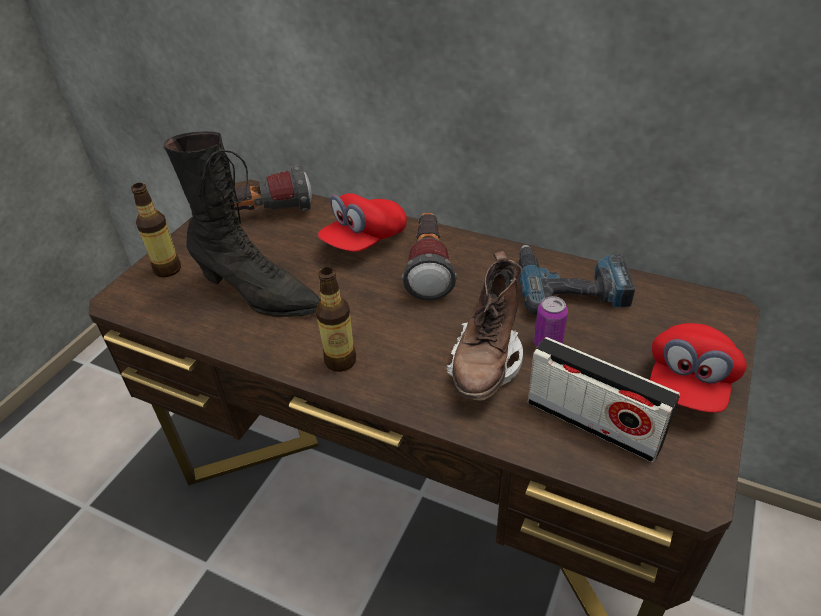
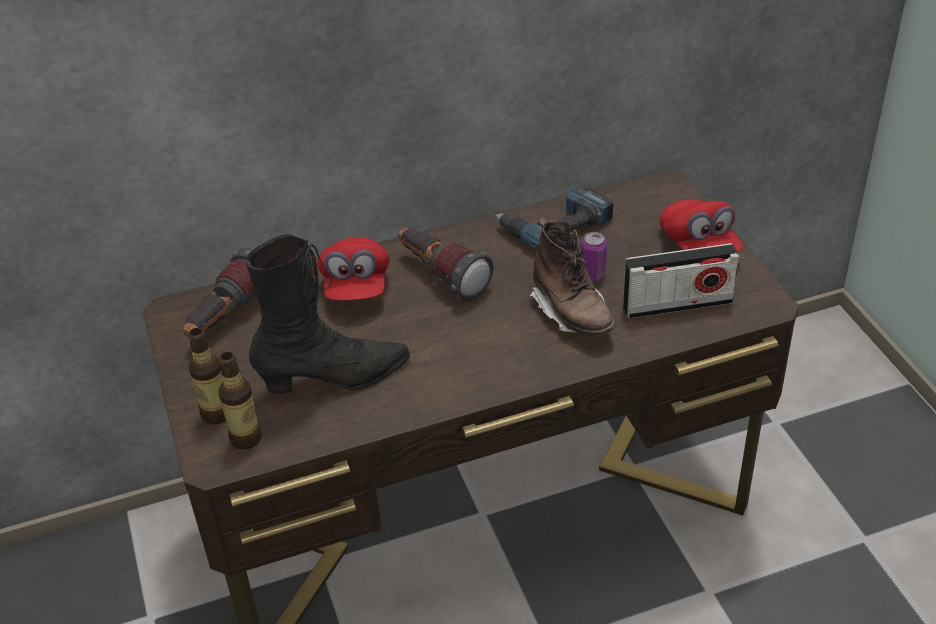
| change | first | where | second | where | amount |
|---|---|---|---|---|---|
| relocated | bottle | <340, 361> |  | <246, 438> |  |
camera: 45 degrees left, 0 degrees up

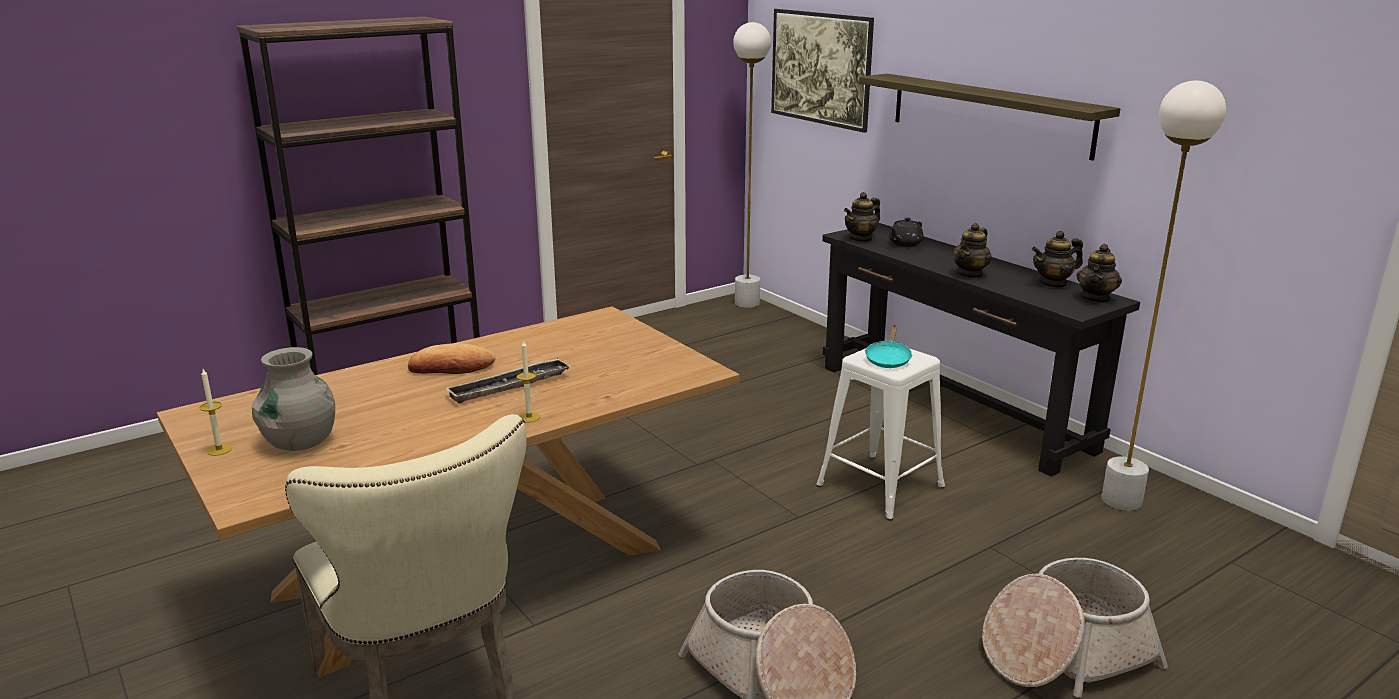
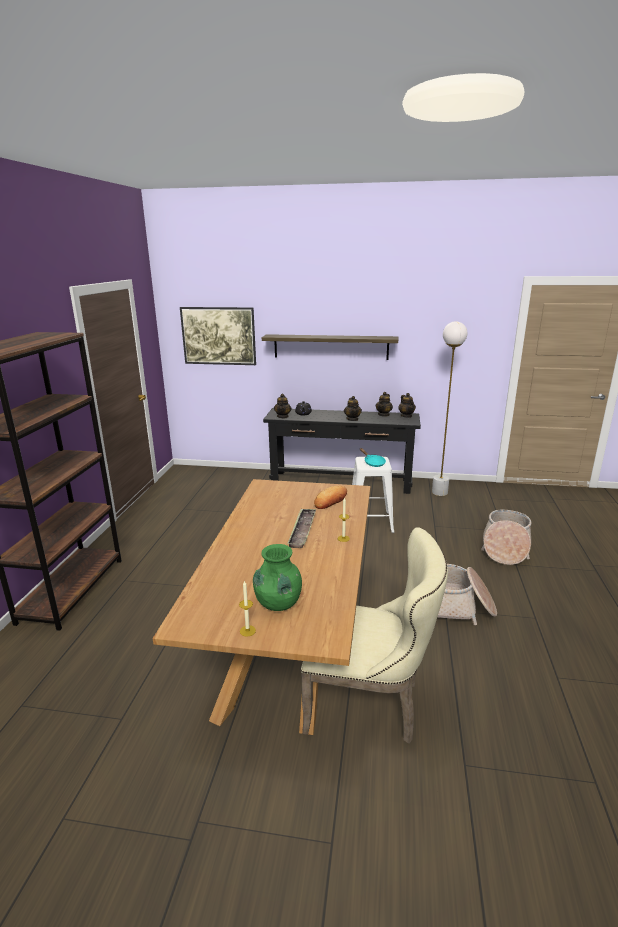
| change | first | where | second | where | amount |
|---|---|---|---|---|---|
| colour | grey vase | <300, 442> | green vase | <278, 603> |  |
| relocated | bread | <451, 367> |  | <331, 500> |  |
| missing | white floor lamp | <747, 303> |  |  |  |
camera: 45 degrees left, 0 degrees up

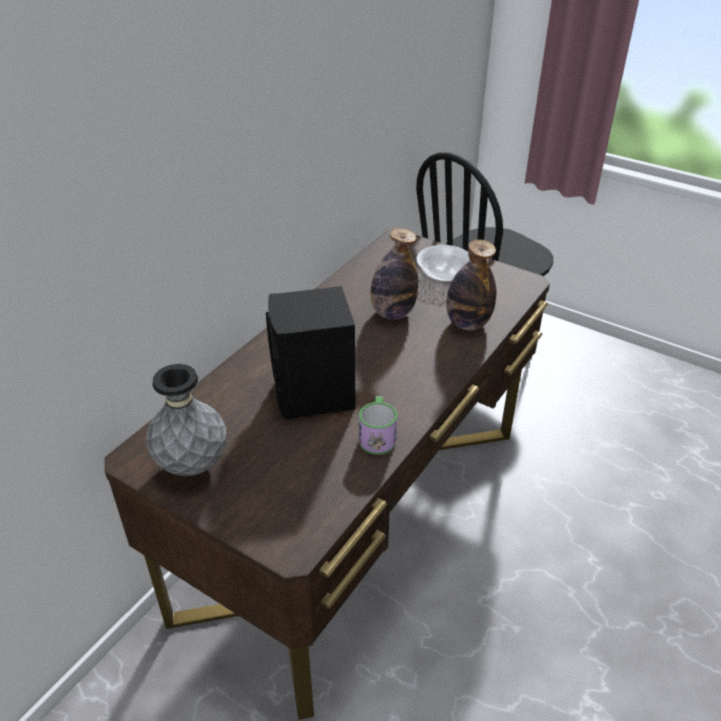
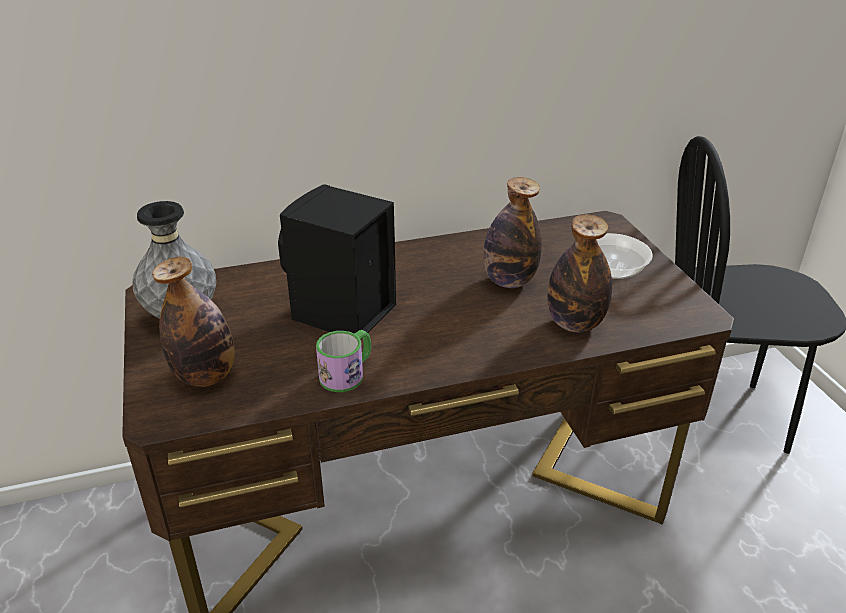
| change | first | where | second | where | amount |
|---|---|---|---|---|---|
| appeared |  |  | bottle | <205, 376> |  |
camera: 40 degrees right, 5 degrees down

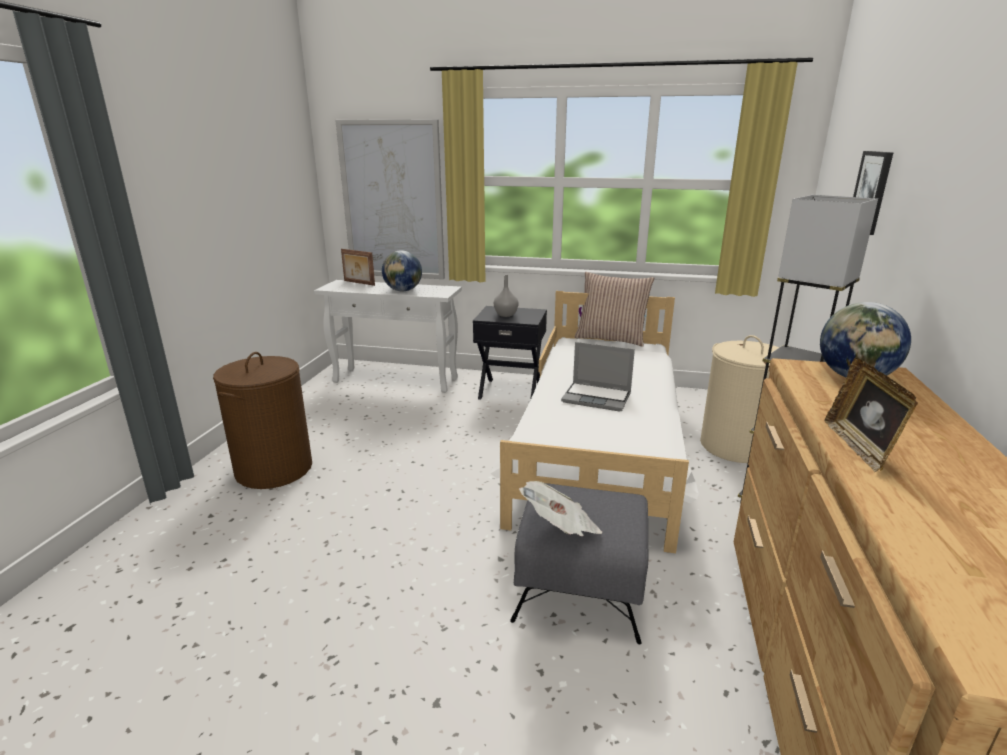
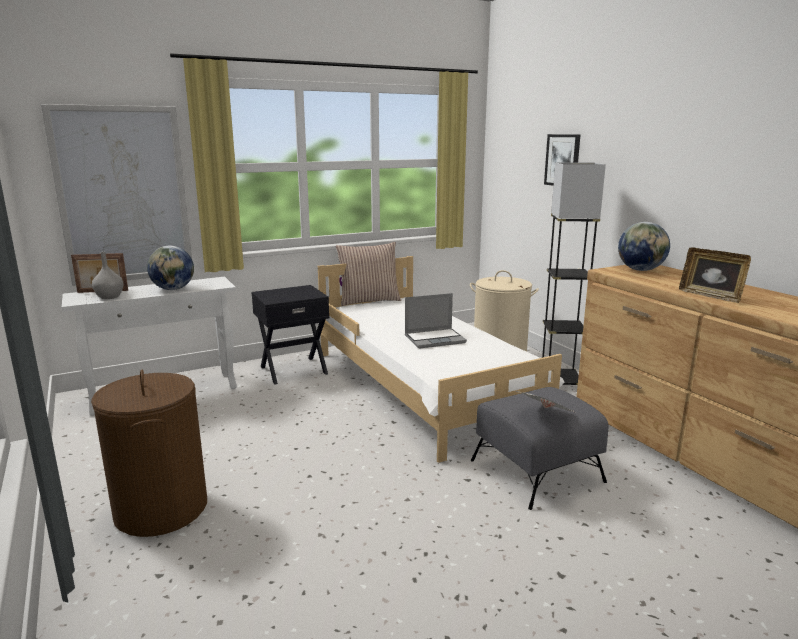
| change | first | where | second | where | amount |
|---|---|---|---|---|---|
| relocated | grey vase | <506, 315> |  | <110, 297> |  |
camera: 40 degrees left, 5 degrees down

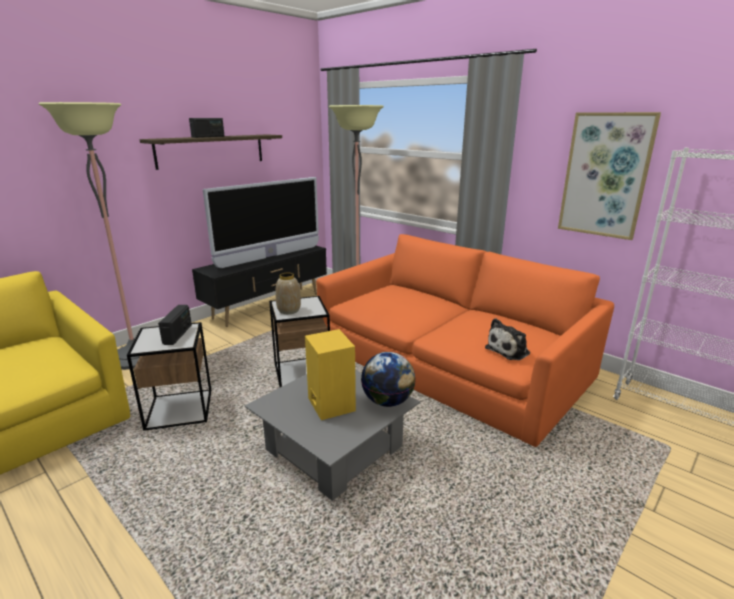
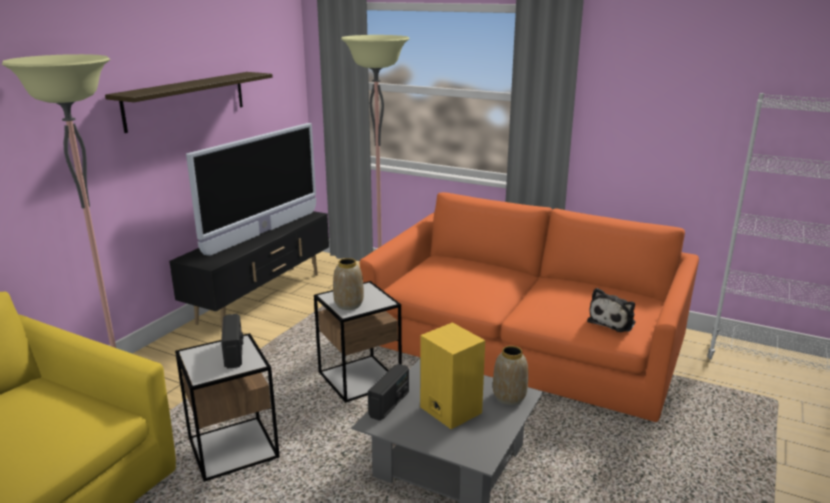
| change | first | where | second | where | amount |
|---|---|---|---|---|---|
| relocated | radio | <208, 137> |  | <389, 404> |  |
| exchanged | globe | <387, 402> | vase | <509, 397> |  |
| missing | picture | <605, 175> |  |  |  |
camera: 15 degrees left, 0 degrees up

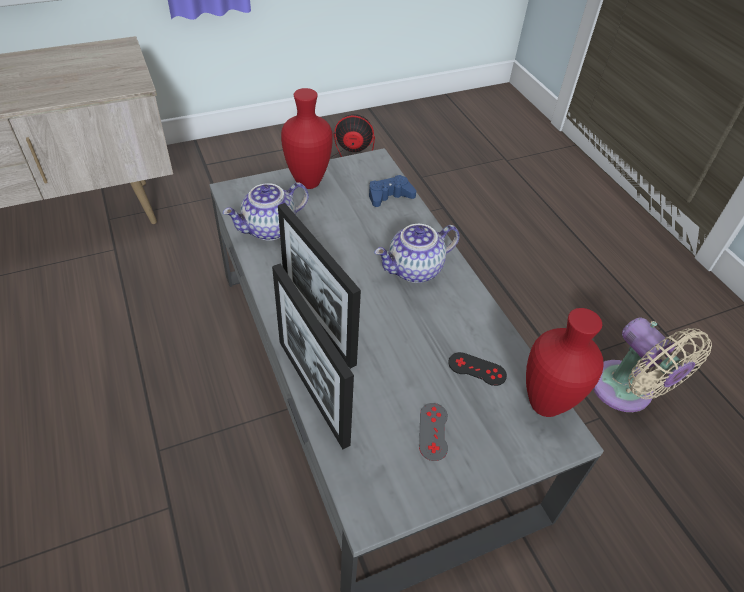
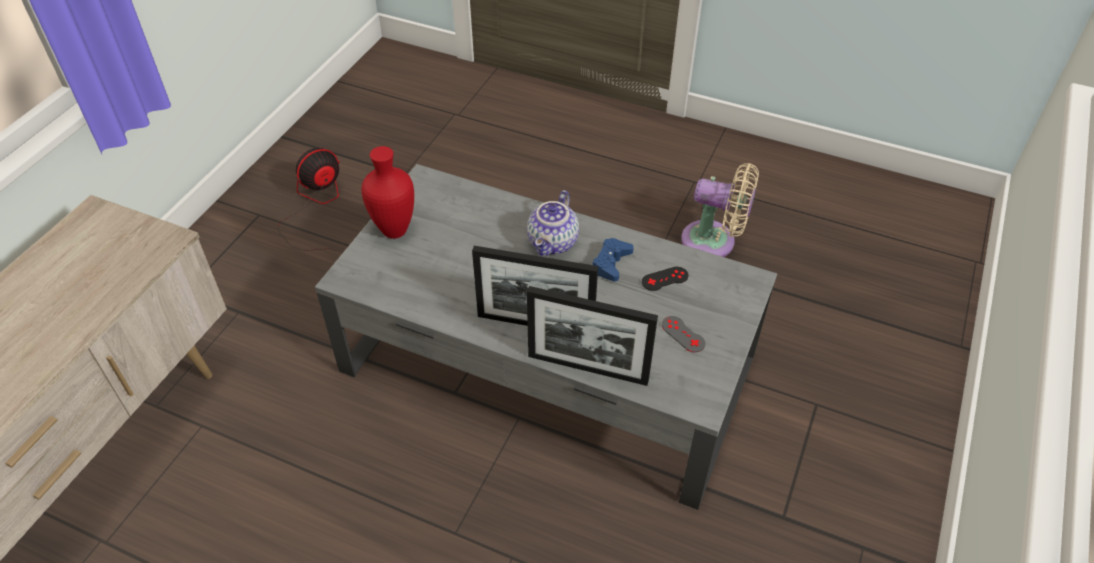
| change | first | where | second | where | amount |
|---|---|---|---|---|---|
| relocated | blue game controller | <389, 196> |  | <611, 263> |  |
| missing | teapot | <269, 229> |  |  |  |
| missing | red vase | <547, 404> |  |  |  |
camera: 40 degrees left, 0 degrees up

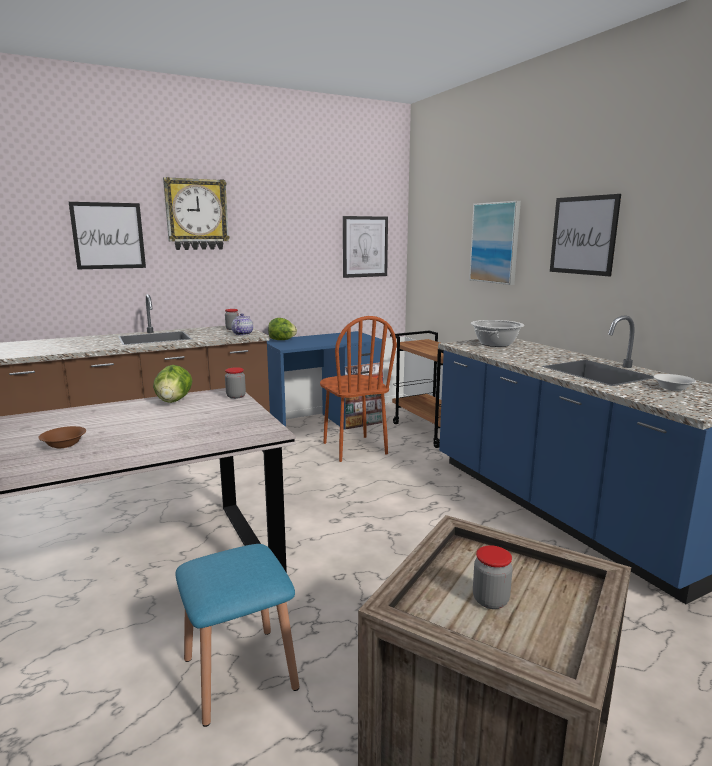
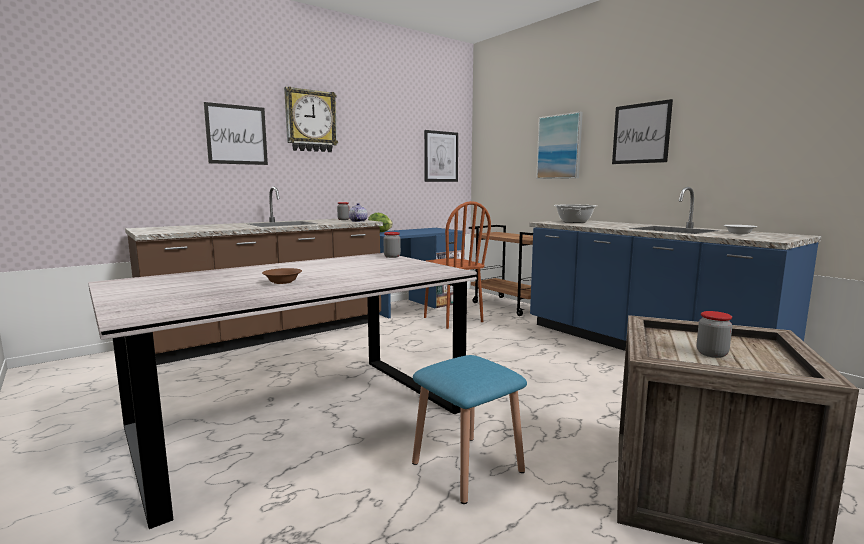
| change | first | where | second | where | amount |
|---|---|---|---|---|---|
| missing | lettuce | <174, 401> |  |  |  |
camera: 10 degrees left, 5 degrees down

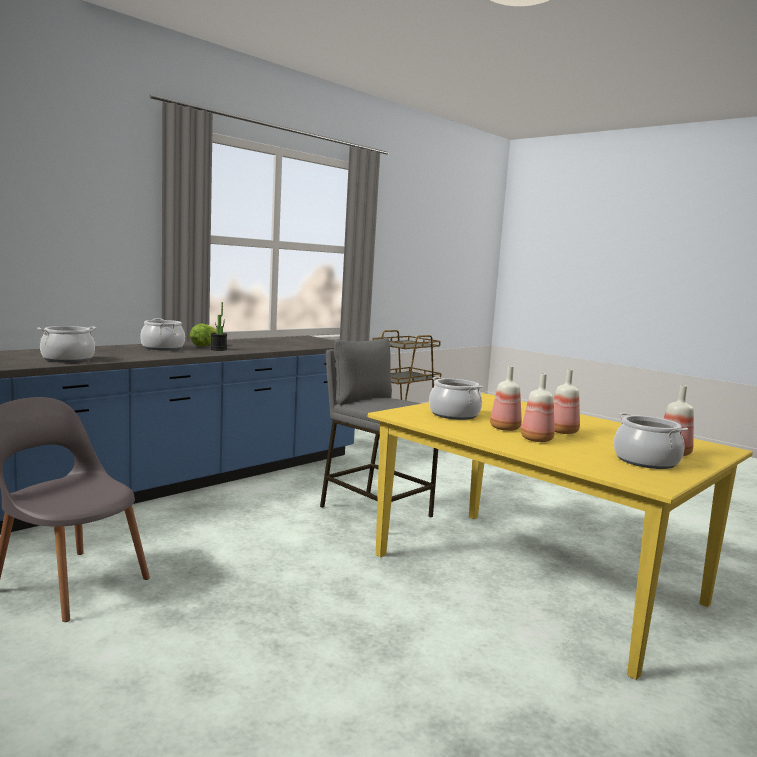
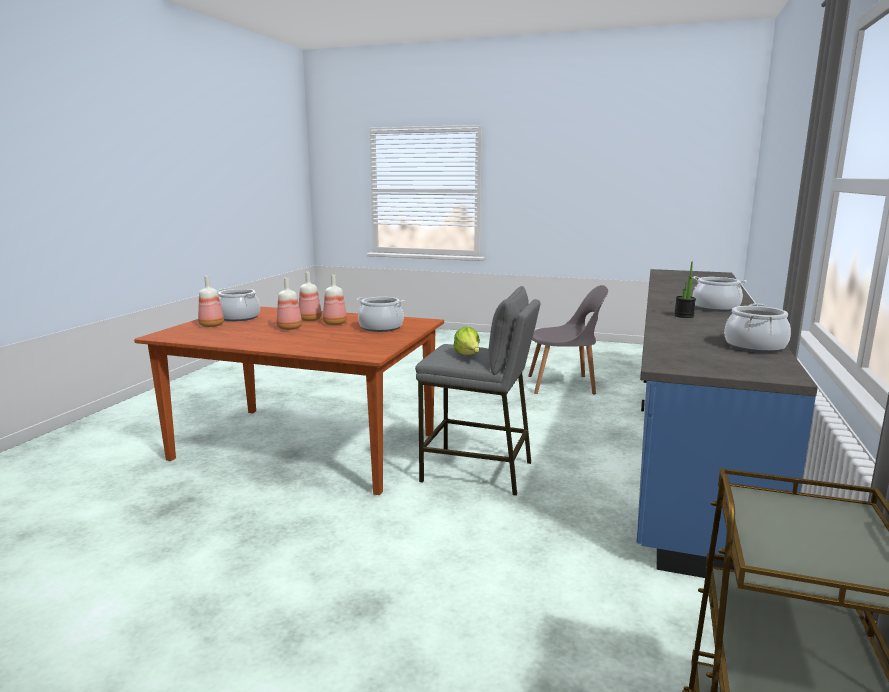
| change | first | where | second | where | amount |
|---|---|---|---|---|---|
| colour | yellow dining table | <536, 578> | brown dining table | <304, 447> |  |
| relocated | lettuce | <205, 345> |  | <468, 356> |  |
| relocated | cooking pot | <68, 359> |  | <755, 347> |  |
camera: 155 degrees right, 5 degrees up

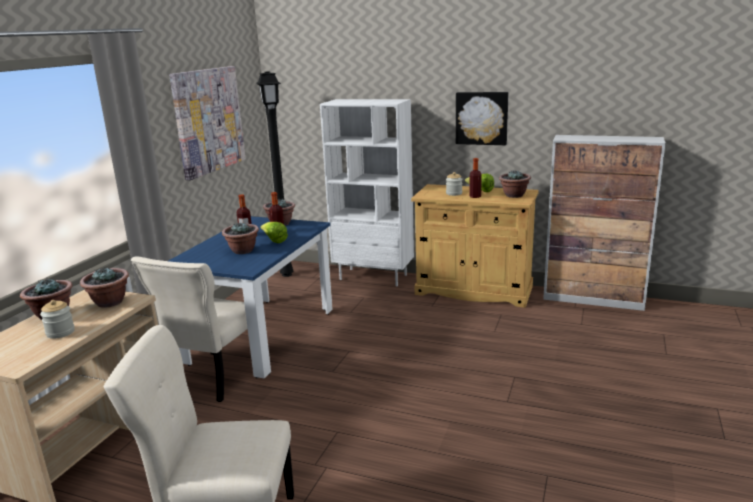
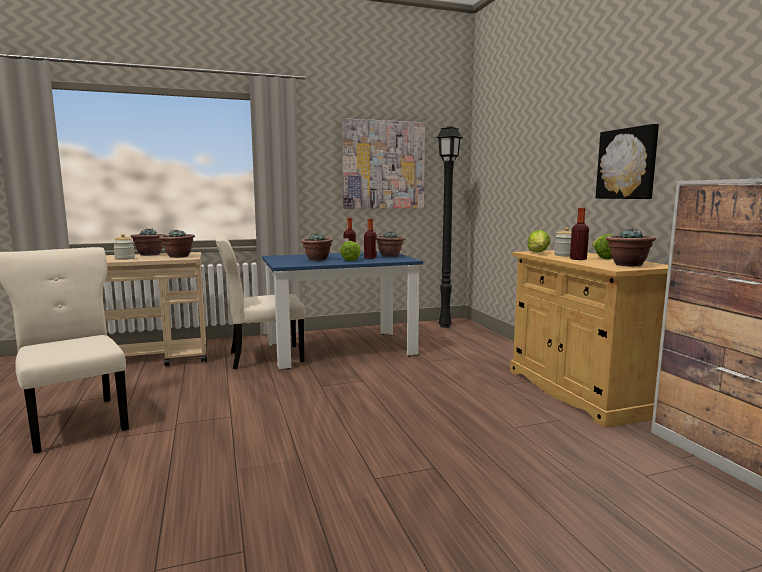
| change | first | where | second | where | amount |
|---|---|---|---|---|---|
| appeared |  |  | lettuce | <538, 253> |  |
| missing | white bookcase | <374, 277> |  |  |  |
camera: 50 degrees right, 10 degrees down

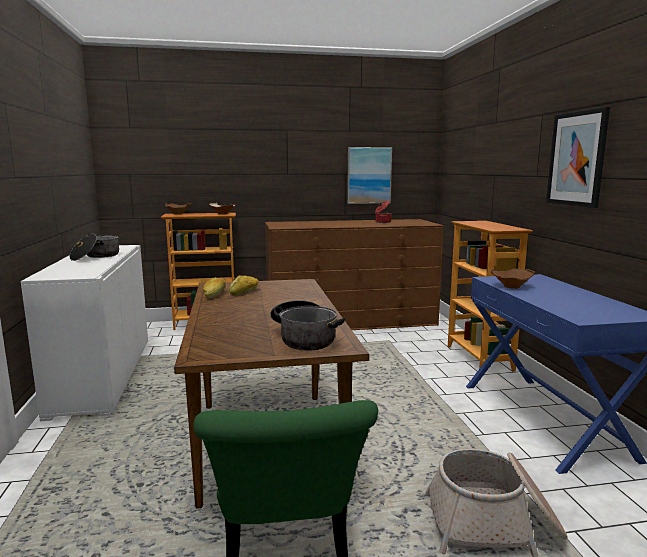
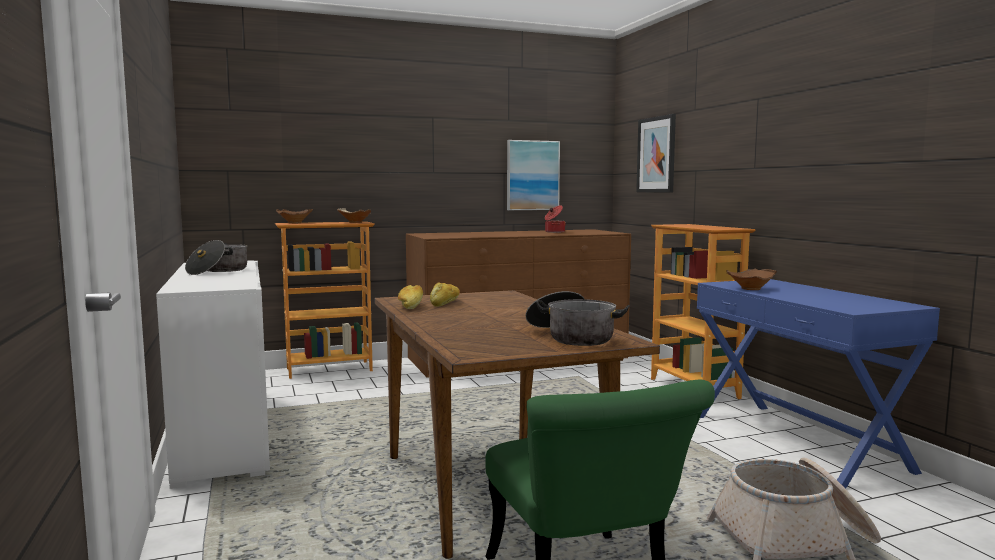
| change | first | where | second | where | amount |
|---|---|---|---|---|---|
| relocated | picture | <577, 159> |  | <656, 155> |  |
camera: 10 degrees left, 5 degrees down

